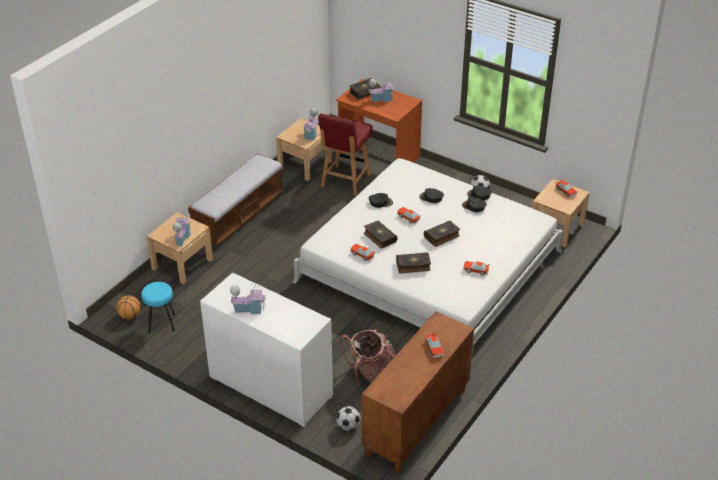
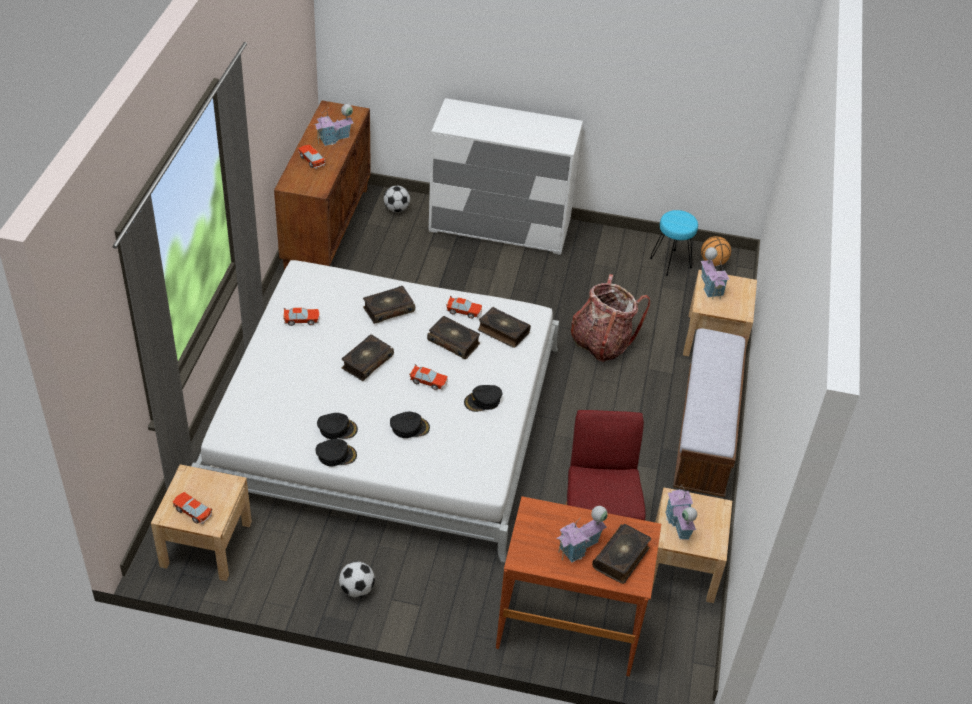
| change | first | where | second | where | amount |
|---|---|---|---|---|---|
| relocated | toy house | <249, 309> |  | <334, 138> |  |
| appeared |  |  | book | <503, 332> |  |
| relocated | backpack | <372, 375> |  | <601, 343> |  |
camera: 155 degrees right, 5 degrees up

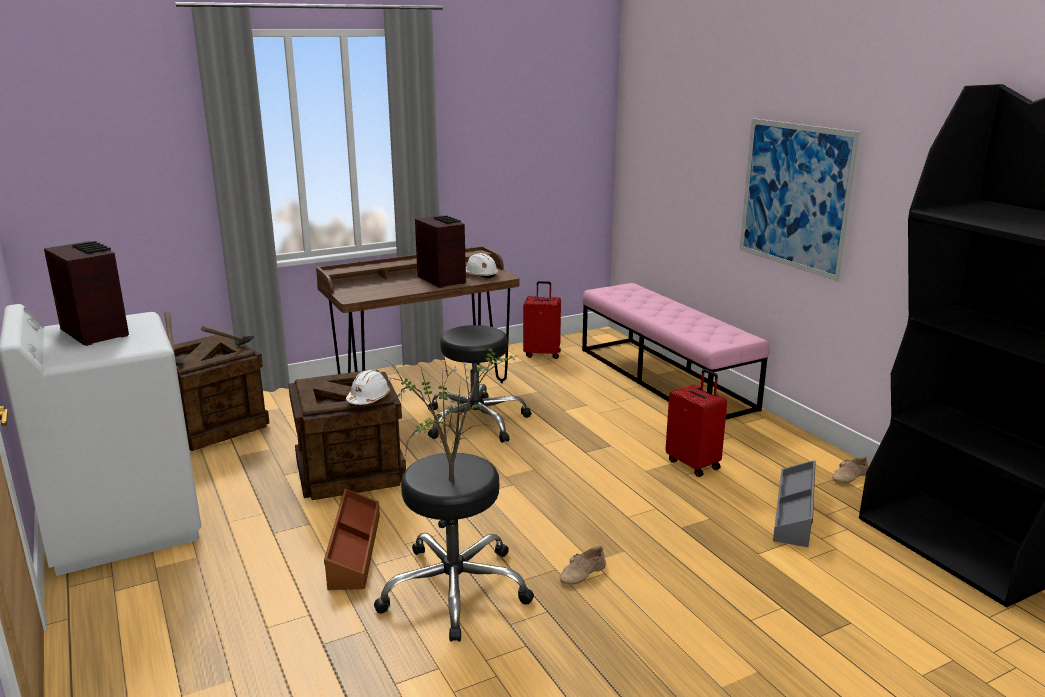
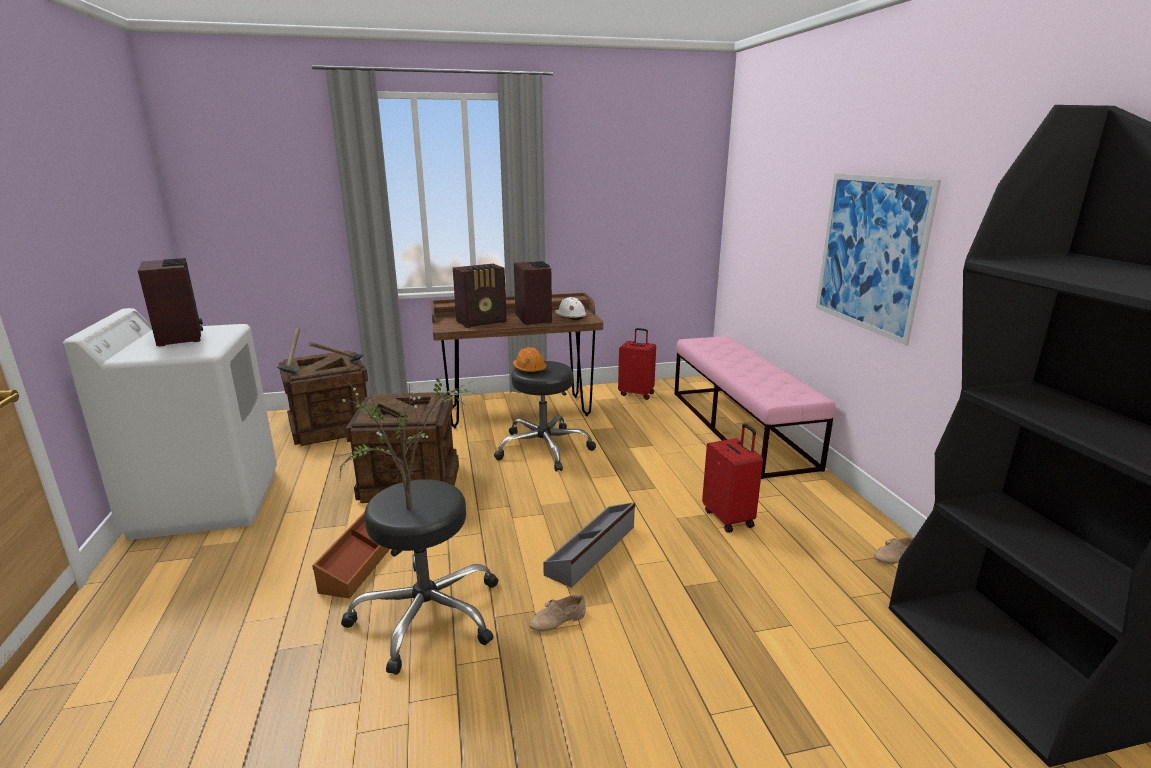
| change | first | where | second | where | amount |
|---|---|---|---|---|---|
| appeared |  |  | radio | <482, 322> |  |
| appeared |  |  | orange hard hat | <529, 369> |  |
| relocated | grey storage box | <795, 512> |  | <592, 550> |  |
| missing | white hard hat | <368, 398> |  |  |  |
camera: 15 degrees right, 0 degrees up

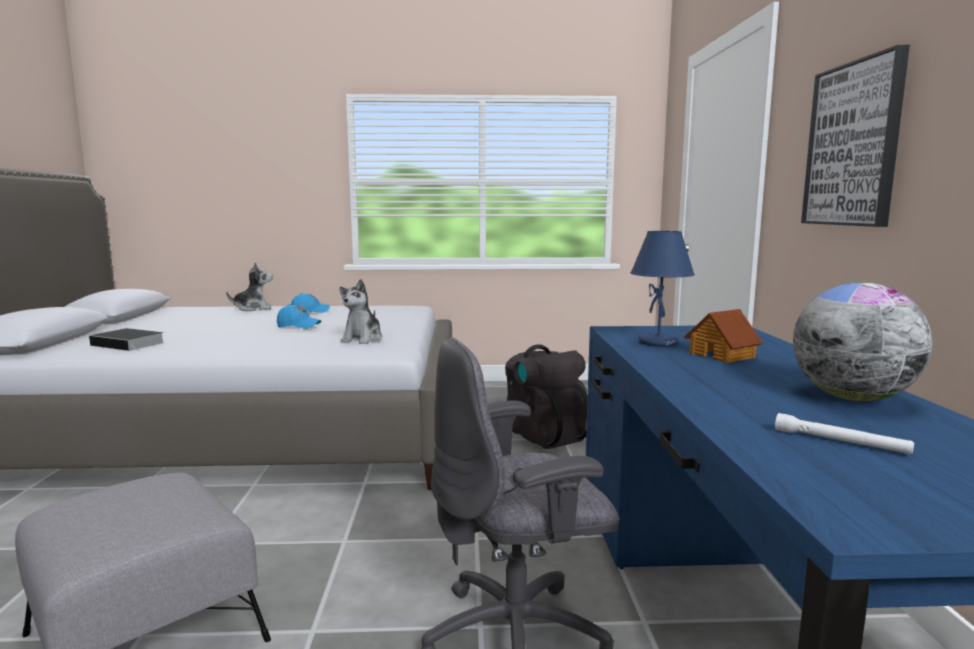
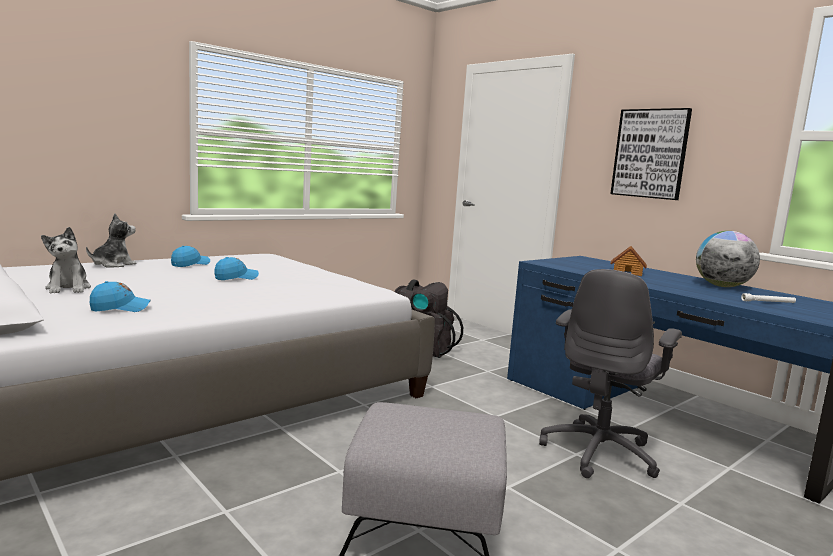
| change | first | where | second | where | amount |
|---|---|---|---|---|---|
| relocated | plush toy | <362, 339> |  | <68, 288> |  |
| exchanged | book | <130, 344> | blue cap | <120, 308> |  |
| missing | blue table lamp | <659, 342> |  |  |  |
camera: 40 degrees left, 0 degrees up

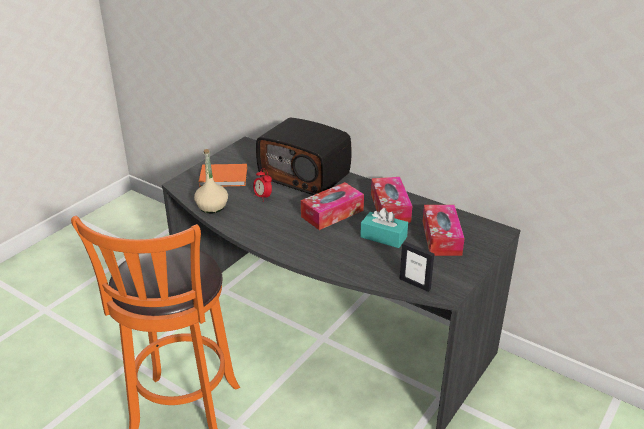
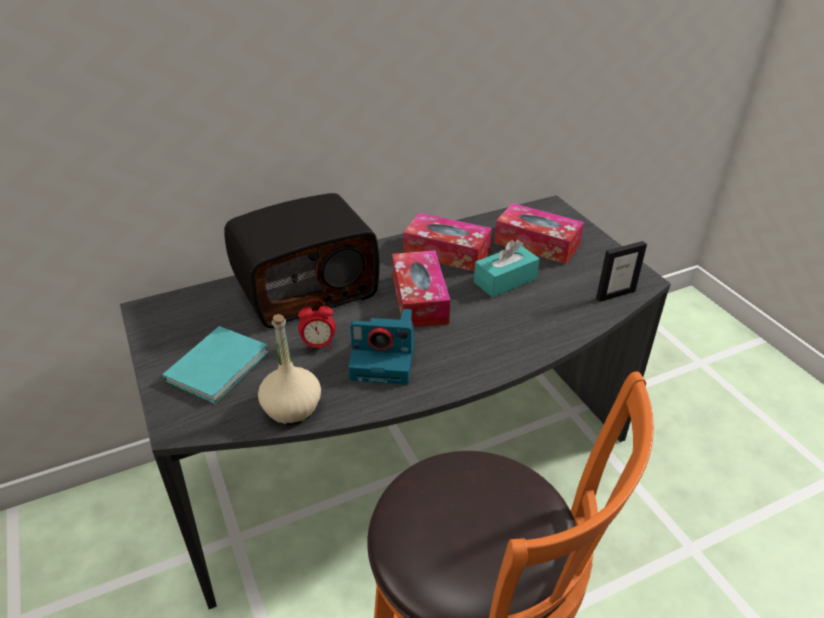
| change | first | where | second | where | amount |
|---|---|---|---|---|---|
| colour | orange book | <225, 178> | turquoise book | <220, 365> |  |
| appeared |  |  | photo camera | <385, 360> |  |
camera: 60 degrees left, 5 degrees up

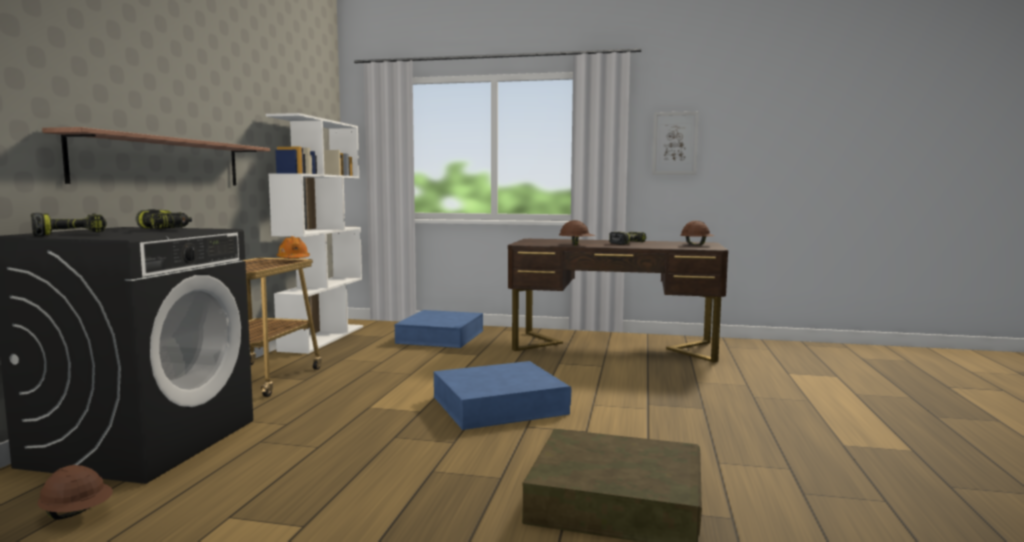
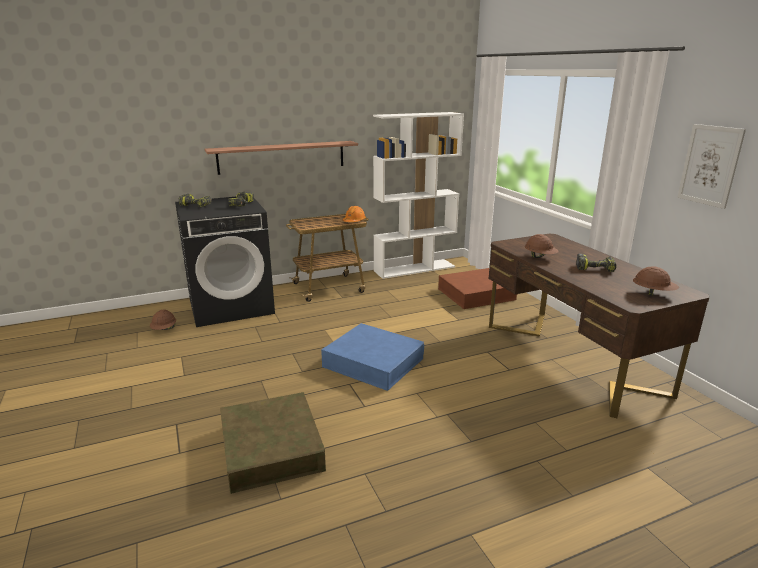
| change | first | where | second | where | amount |
|---|---|---|---|---|---|
| colour | blue storage box | <440, 337> | brown storage box | <476, 294> |  |
camera: 55 degrees right, 15 degrees up

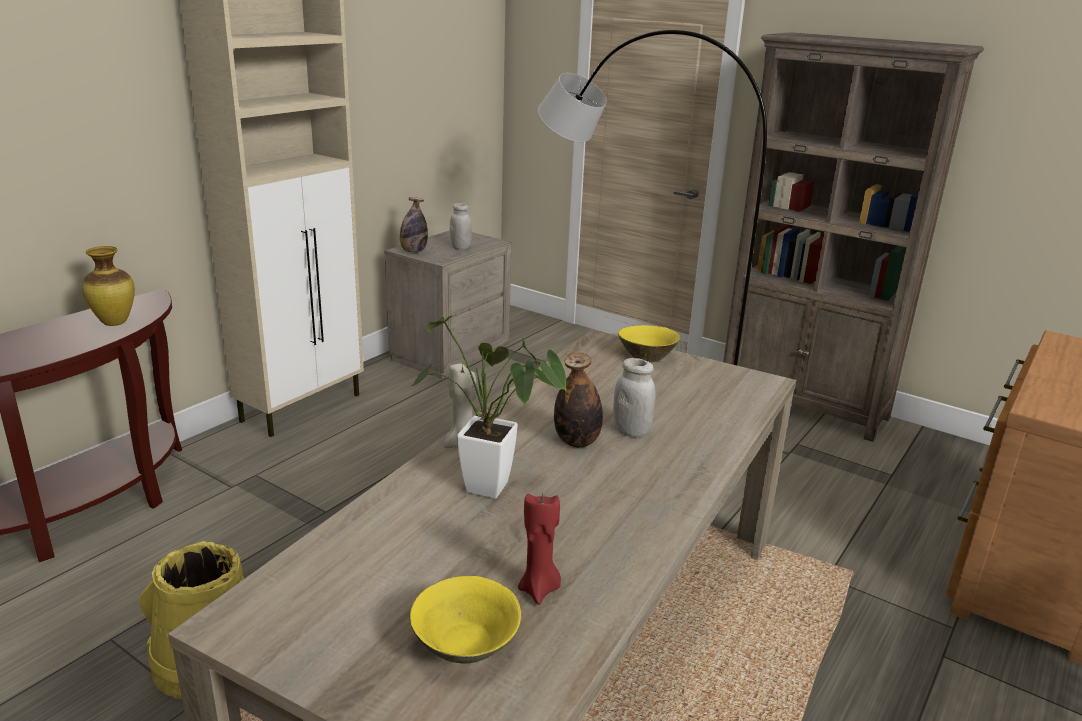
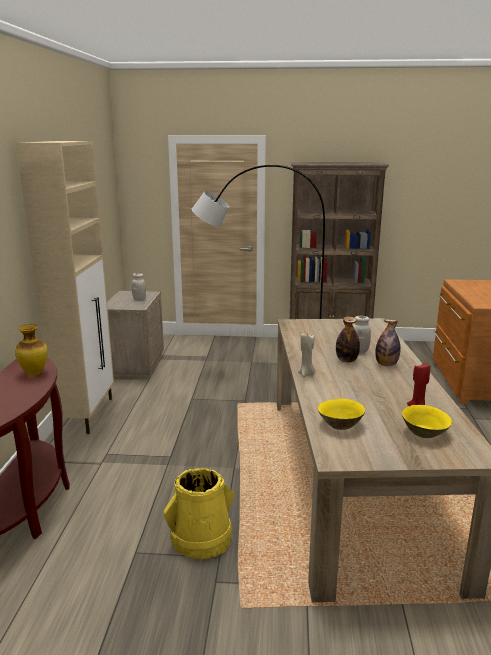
| change | first | where | second | where | amount |
|---|---|---|---|---|---|
| relocated | yellow bowl | <646, 356> |  | <340, 424> |  |
| relocated | bottle | <413, 251> |  | <386, 364> |  |
| missing | potted plant | <496, 490> |  |  |  |
camera: 30 degrees left, 5 degrees down

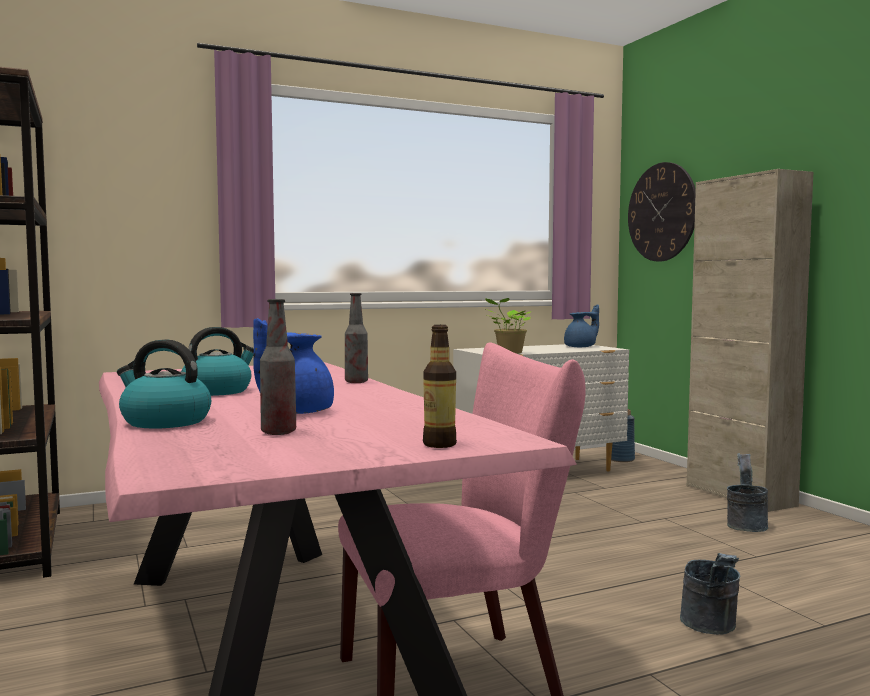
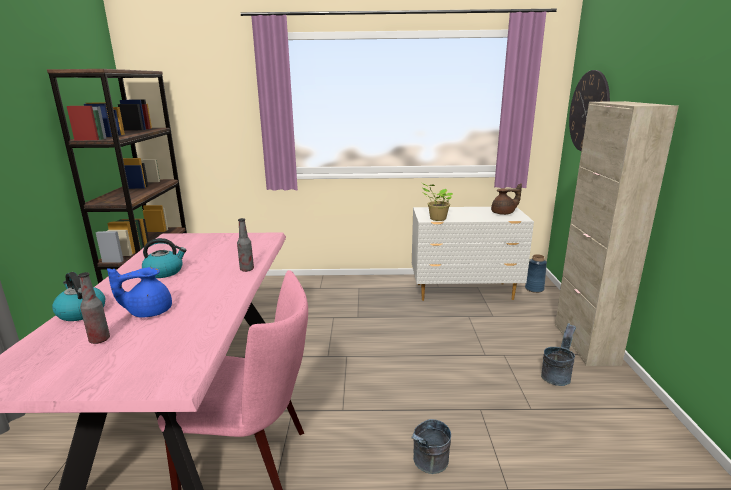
| change | first | where | second | where | amount |
|---|---|---|---|---|---|
| colour | blue teapot | <581, 347> | brown teapot | <503, 213> |  |
| missing | bottle | <439, 444> |  |  |  |
camera: 25 degrees right, 15 degrees up

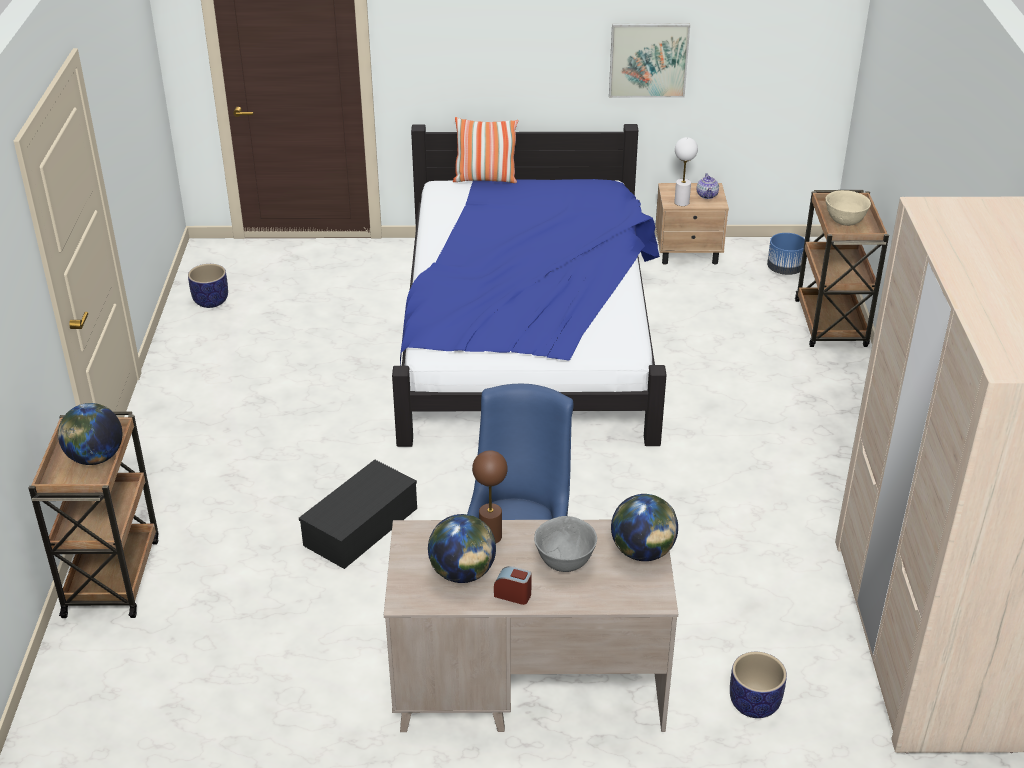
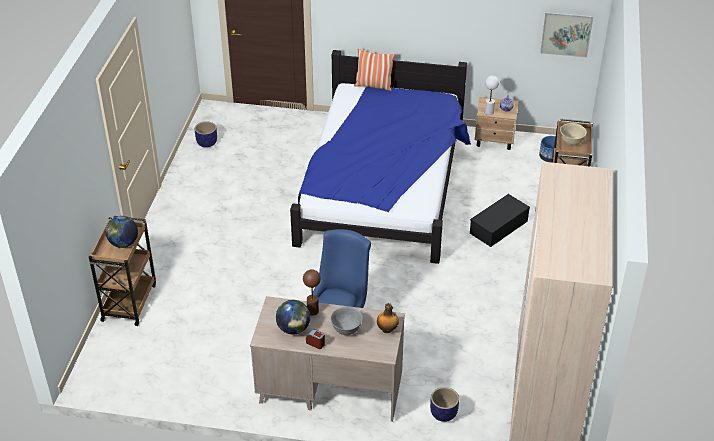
| change | first | where | second | where | amount |
|---|---|---|---|---|---|
| exchanged | globe | <642, 552> | bottle | <387, 329> |  |
| relocated | black storage box | <360, 528> |  | <498, 228> |  |
| relocated | picture | <648, 60> |  | <566, 34> |  |
camera: 10 degrees right, 5 degrees up

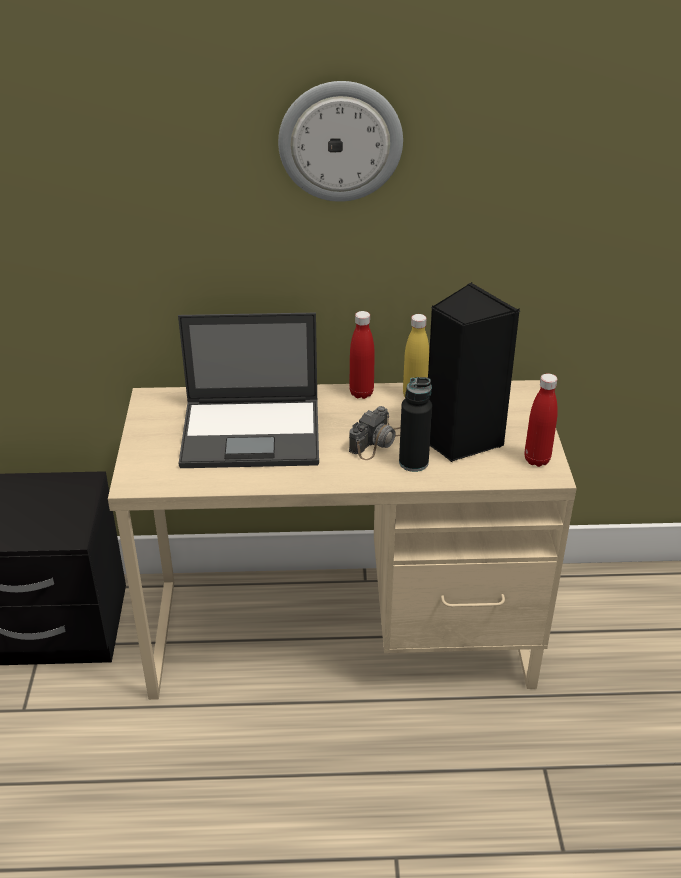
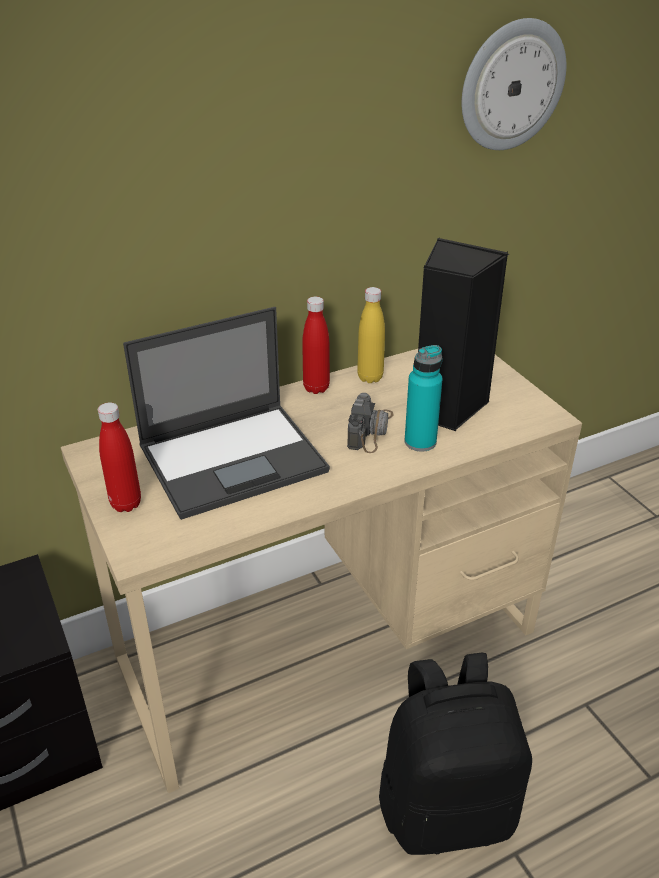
| change | first | where | second | where | amount |
|---|---|---|---|---|---|
| relocated | red bottle | <537, 460> |  | <126, 504> |  |
| appeared |  |  | black backpack | <447, 808> |  |
| colour | black bottle | <413, 462> | turquoise bottle | <420, 442> |  |
| relocated | wall clock | <340, 141> |  | <511, 85> |  |
camera: 25 degrees left, 0 degrees up

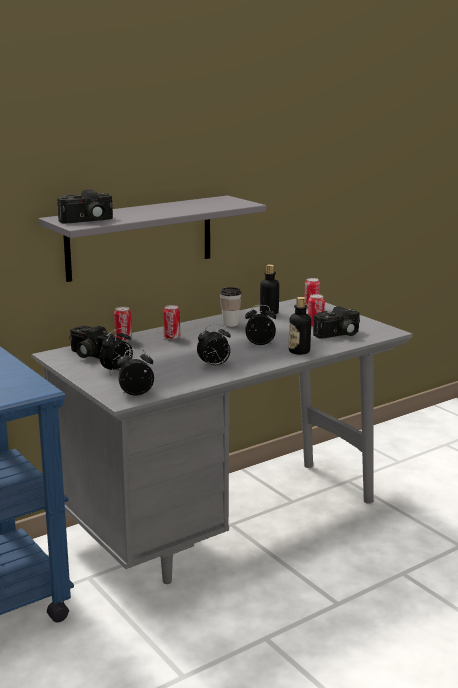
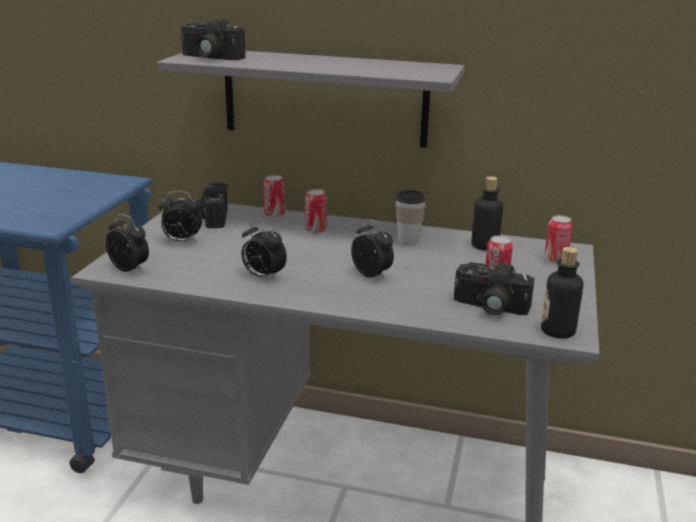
| change | first | where | second | where | amount |
|---|---|---|---|---|---|
| relocated | bottle | <299, 351> |  | <557, 331> |  |
camera: 50 degrees right, 5 degrees up

